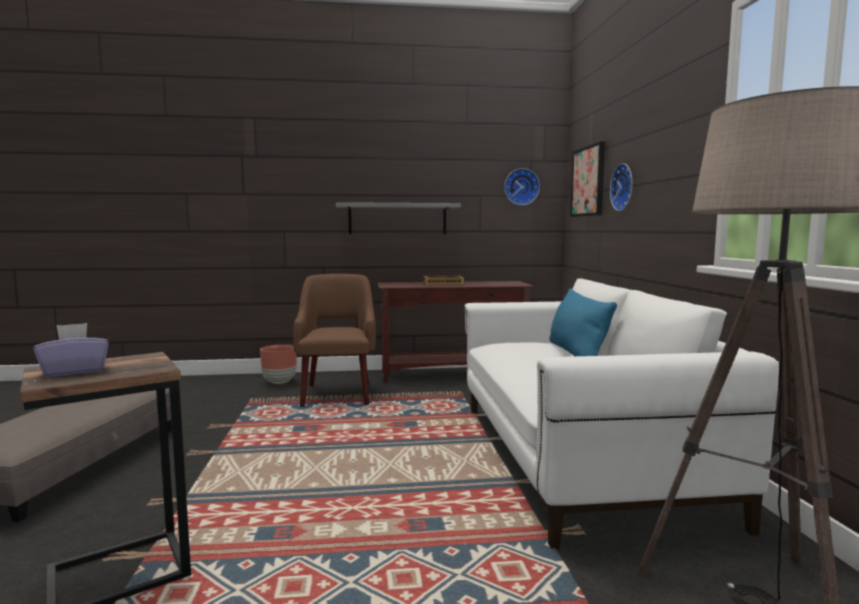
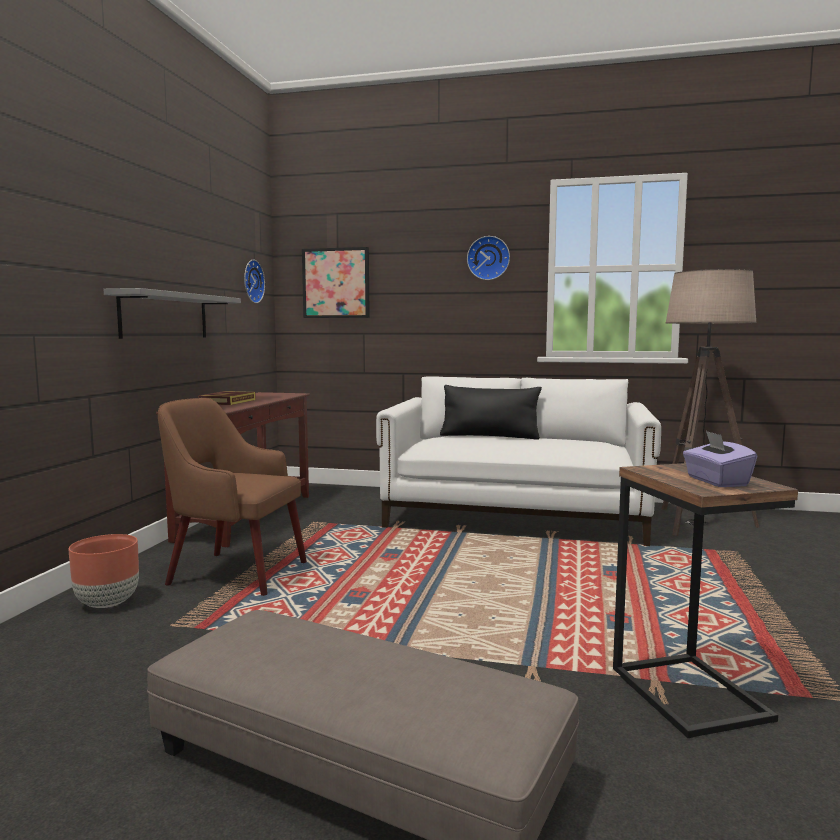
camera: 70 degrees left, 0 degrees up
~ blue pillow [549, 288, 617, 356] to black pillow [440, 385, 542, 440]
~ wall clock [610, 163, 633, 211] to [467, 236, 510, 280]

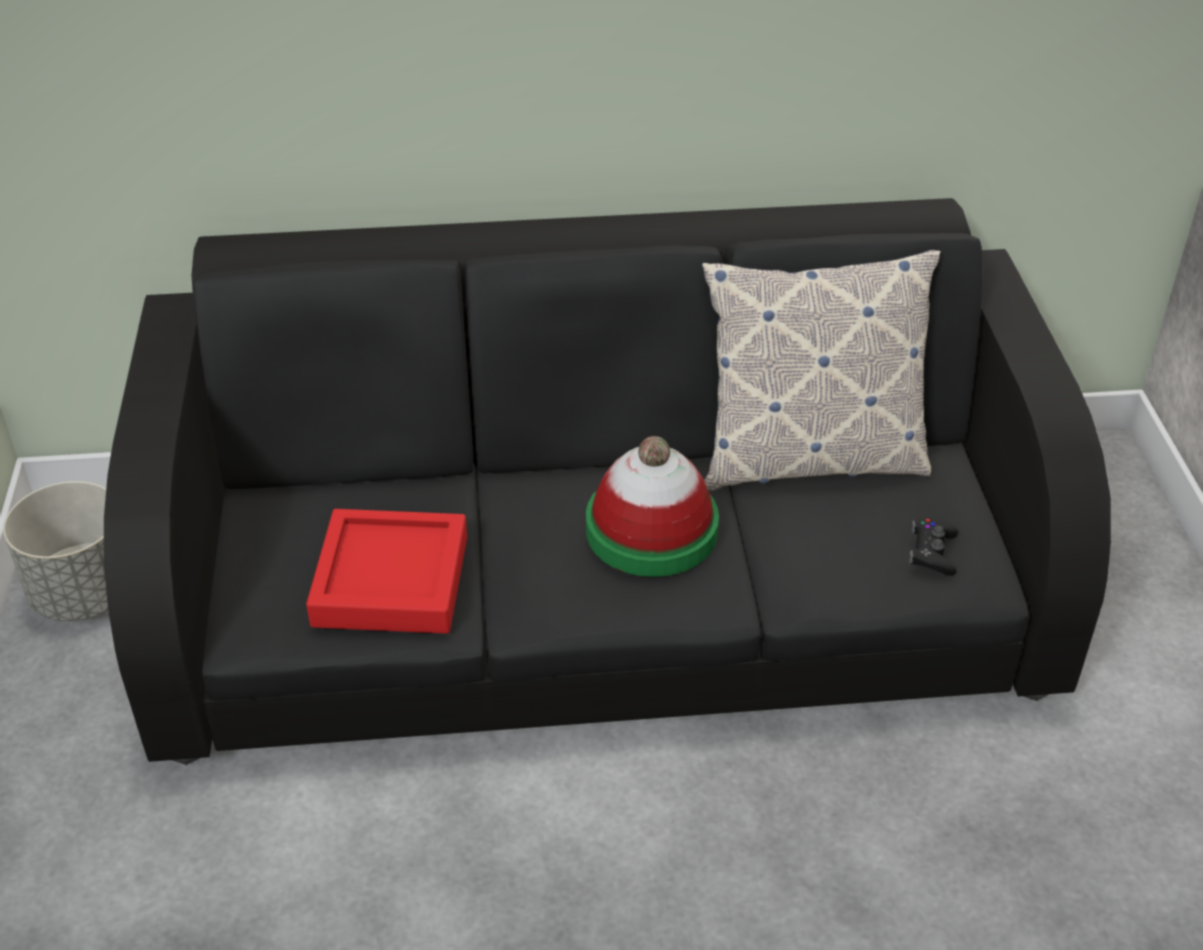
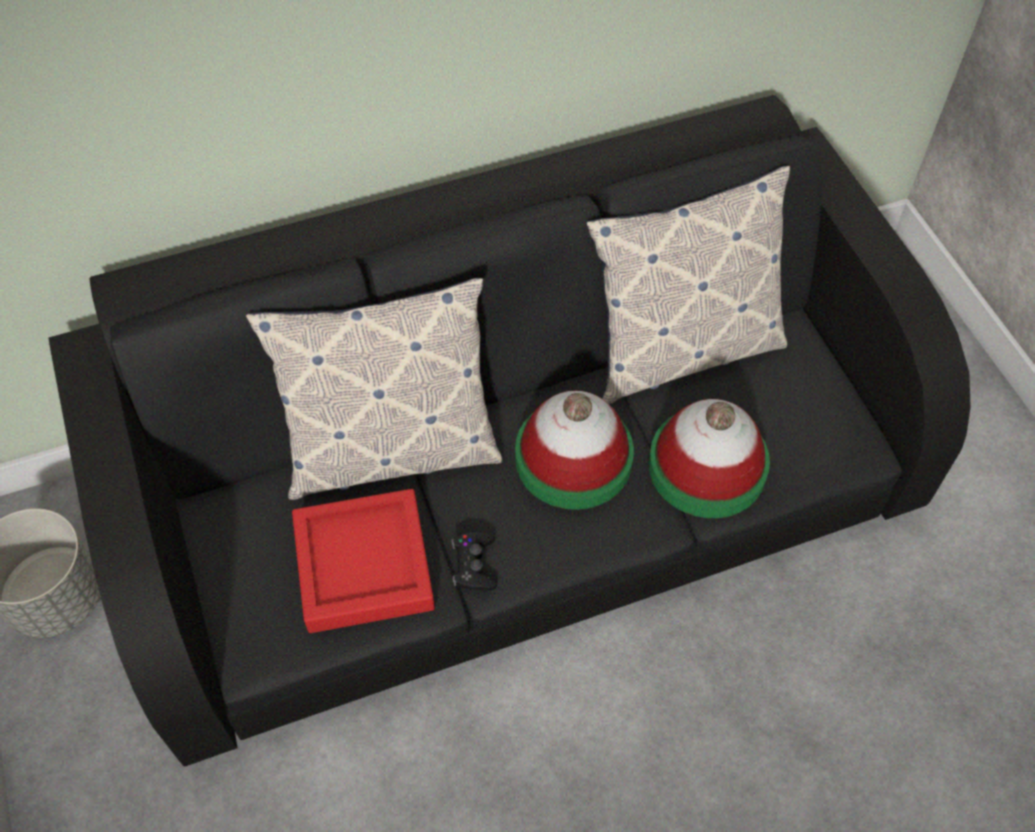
camera: 15 degrees left, 15 degrees up
+ pillow [246, 278, 502, 500]
~ black game controller [909, 518, 958, 576] to [451, 532, 497, 591]
+ hat [649, 399, 770, 518]

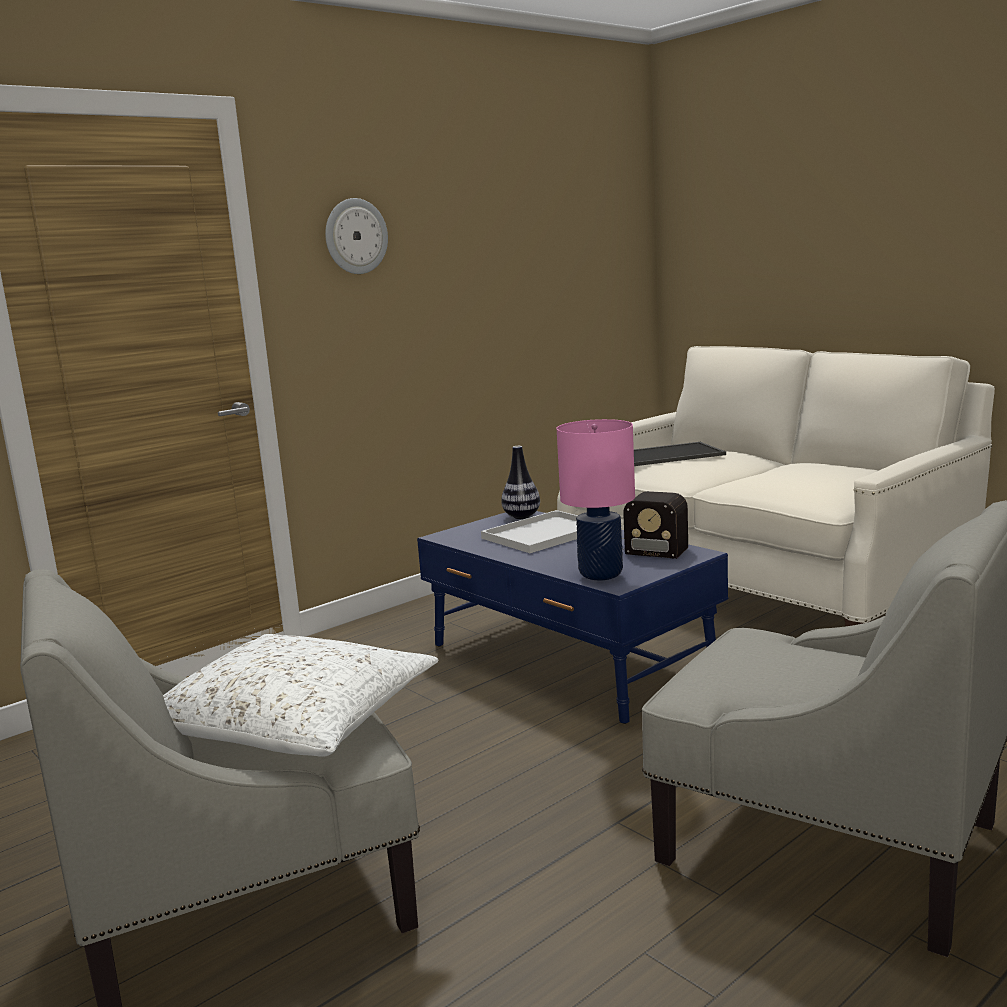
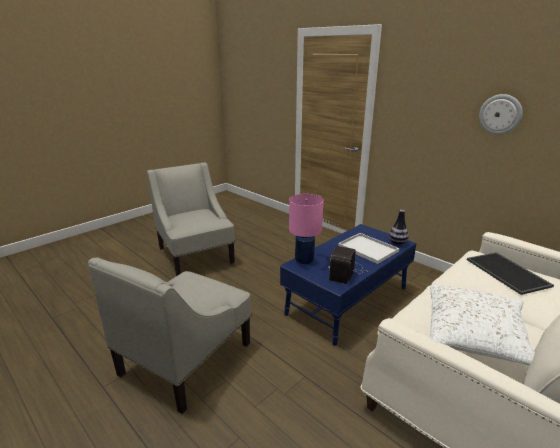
camera: 85 degrees right, 10 degrees up
~ white pillow [163, 634, 438, 757] to [430, 284, 535, 366]
~ wall clock [325, 198, 388, 274] to [479, 94, 523, 135]

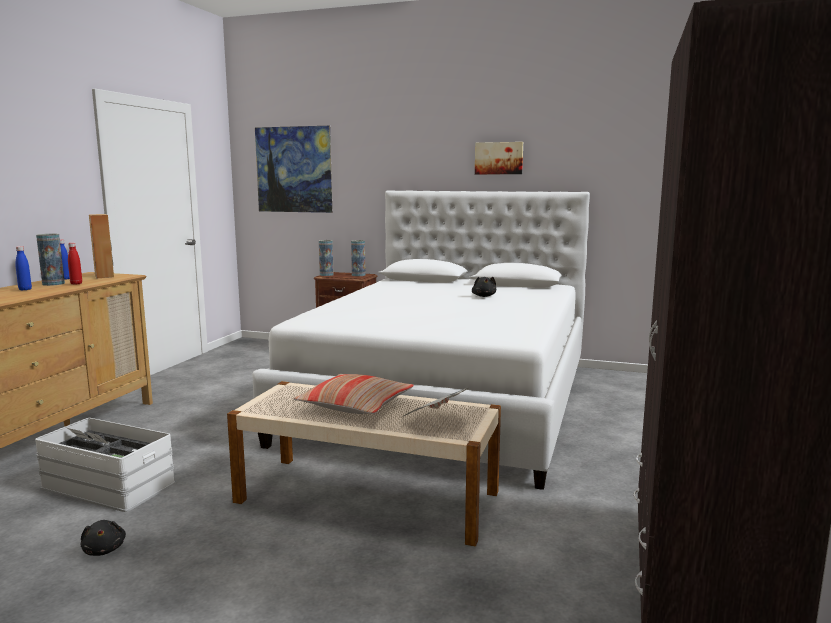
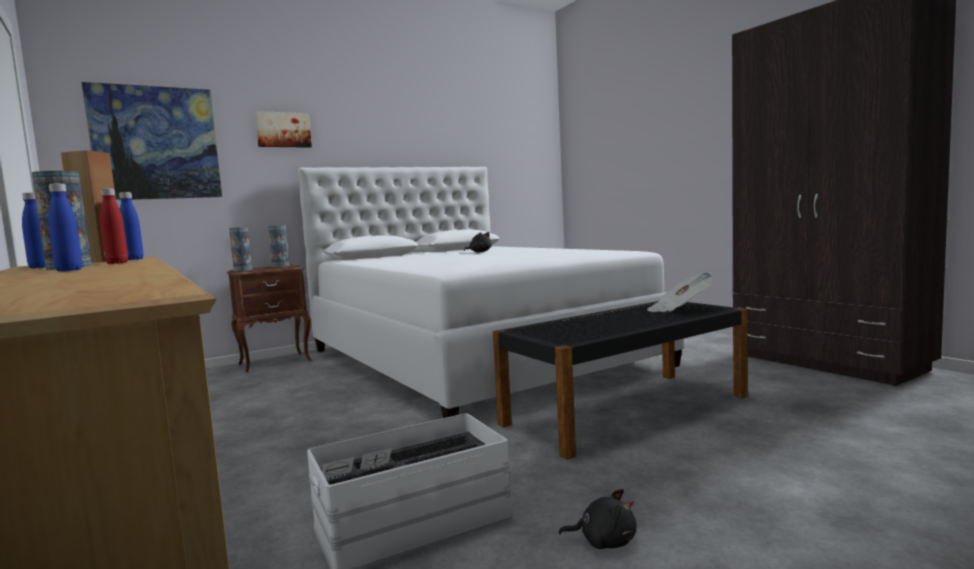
camera: 50 degrees left, 5 degrees down
+ blue bottle [119, 192, 144, 260]
~ picture [475, 142, 523, 174] to [255, 111, 312, 148]
~ beige bench [227, 381, 501, 547] to black bench [493, 301, 748, 460]
- pillow [293, 374, 414, 414]

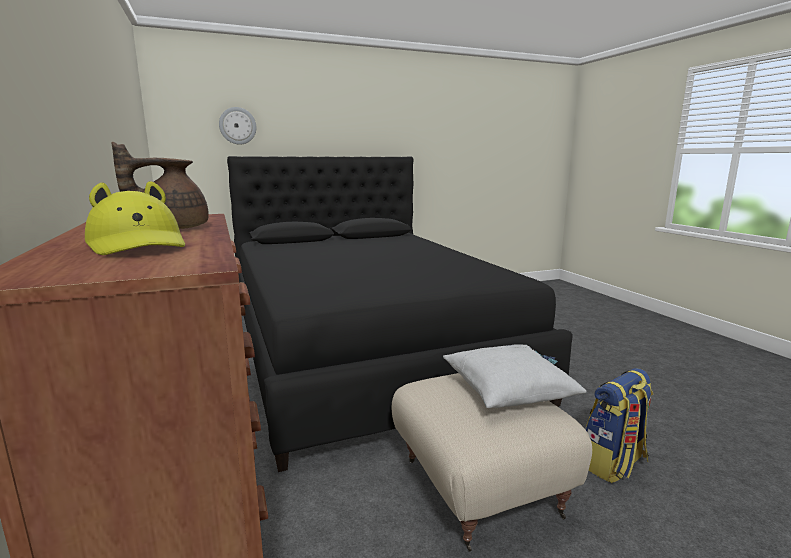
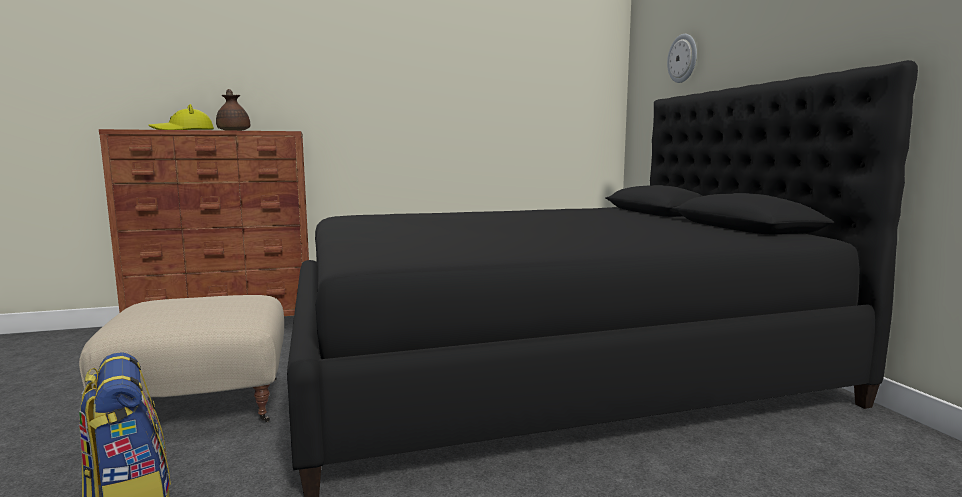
camera: 95 degrees right, 5 degrees down
- grey pillow [443, 344, 587, 408]

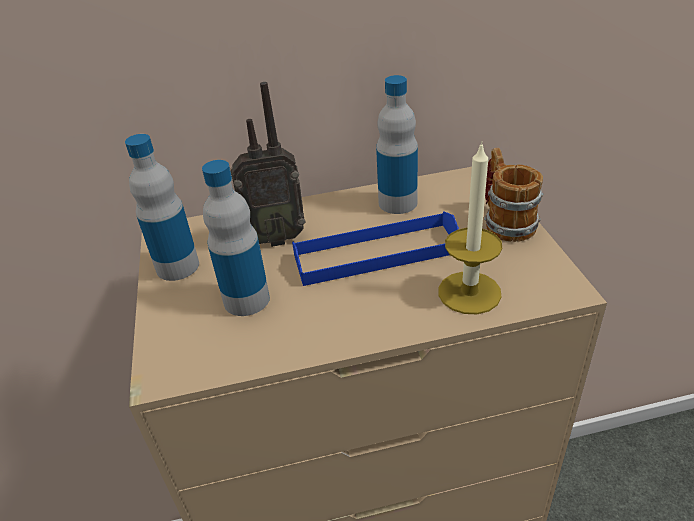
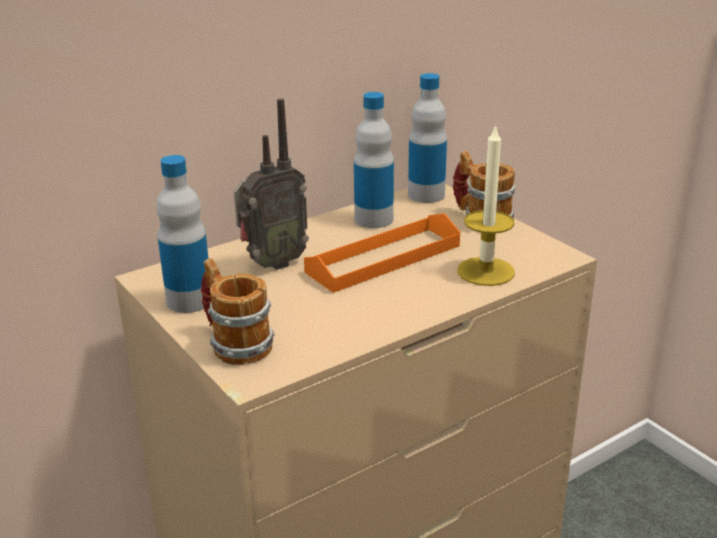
camera: 25 degrees left, 10 degrees down
+ mug [201, 258, 275, 365]
~ blue tray [292, 211, 459, 286] to orange tray [304, 213, 460, 293]
~ bottle [202, 160, 270, 316] to [408, 73, 447, 203]

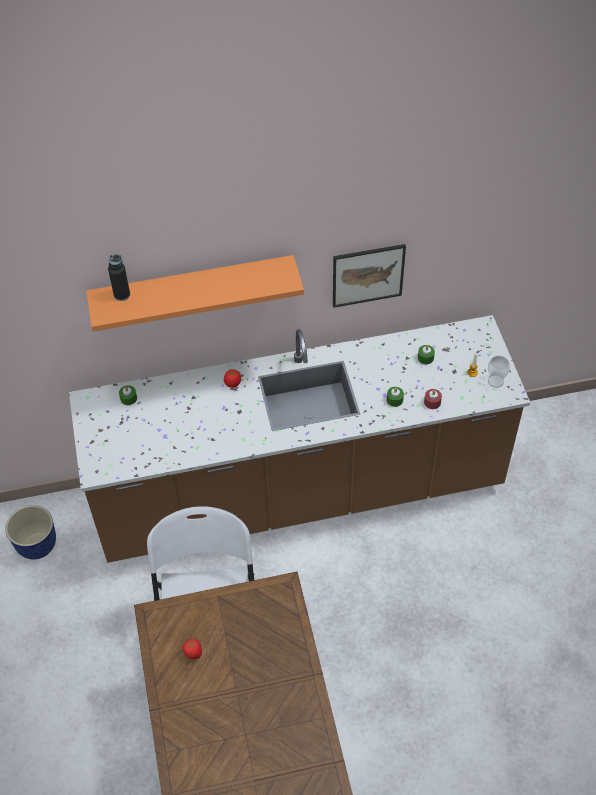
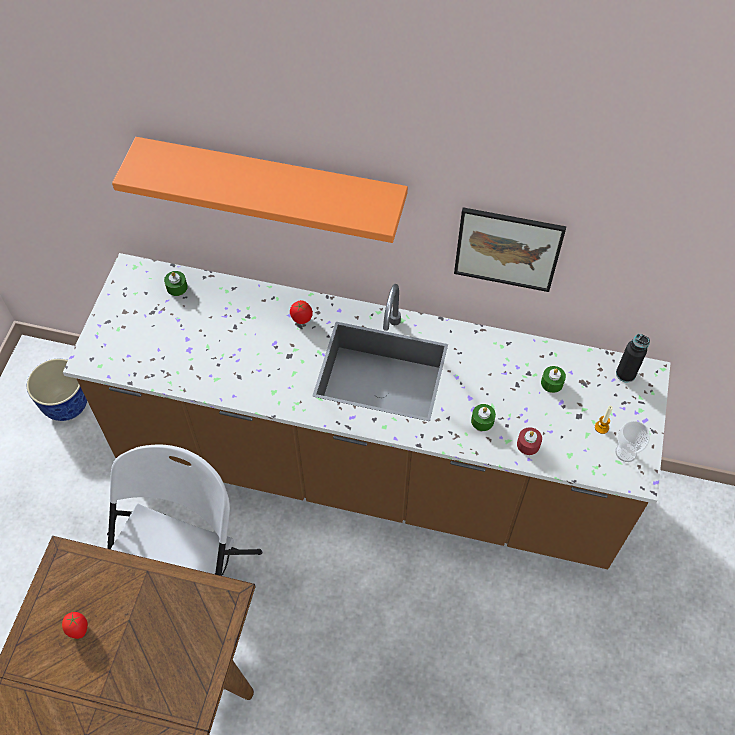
camera: 25 degrees right, 5 degrees up
~ black bottle [108, 254, 130, 301] to [616, 334, 650, 382]

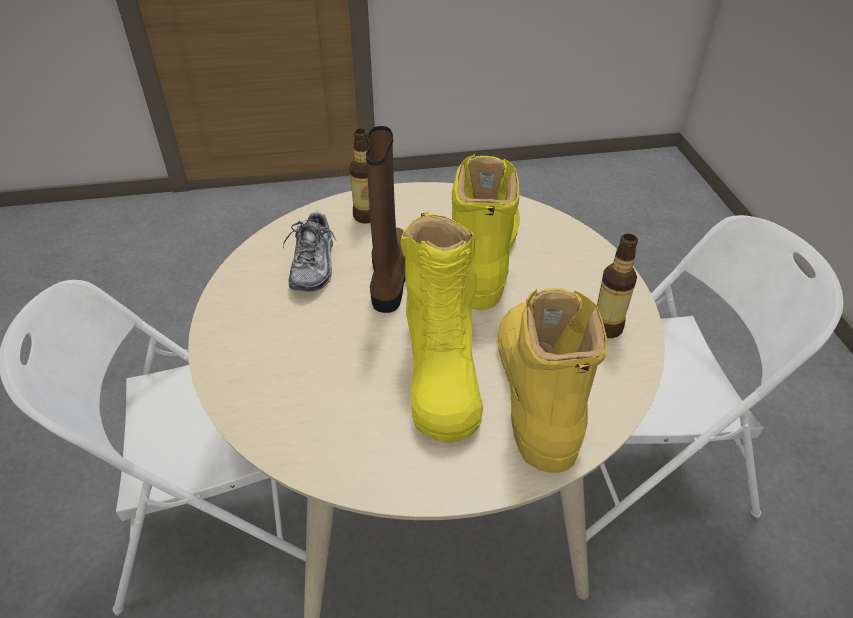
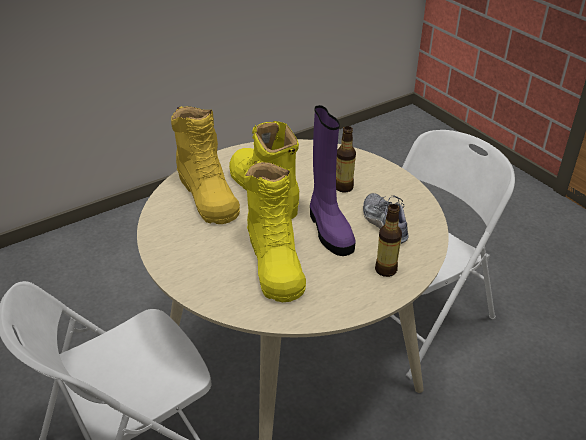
camera: 155 degrees right, 5 degrees down
~ brown boot [366, 126, 406, 313] to purple boot [310, 105, 355, 256]
~ bottle [597, 234, 638, 338] to [336, 126, 356, 193]

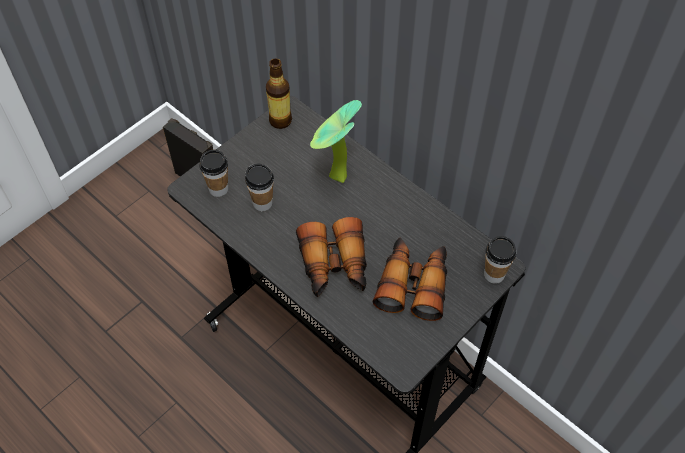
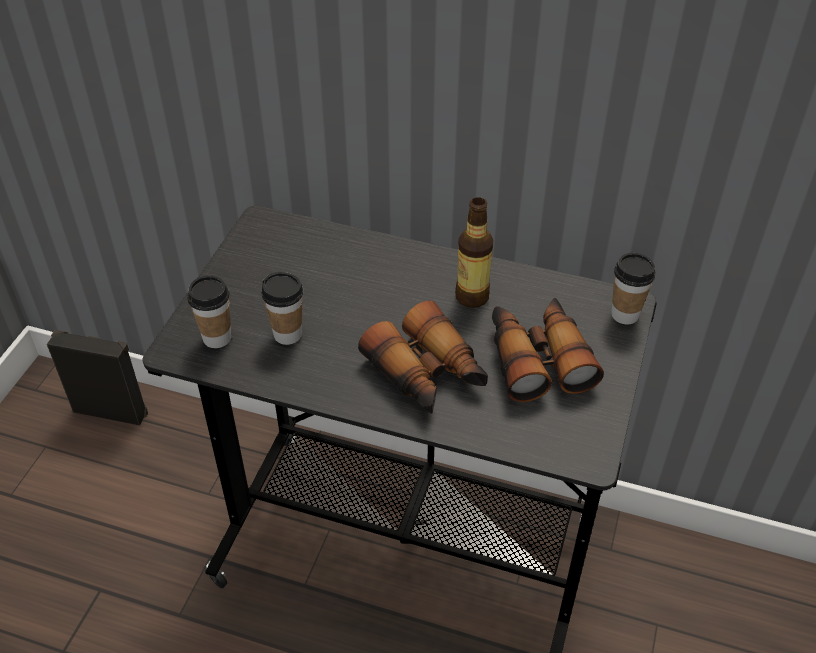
camera: 25 degrees left, 10 degrees down
~ bottle [266, 59, 292, 129] to [455, 197, 494, 308]
- potted plant [310, 100, 362, 183]

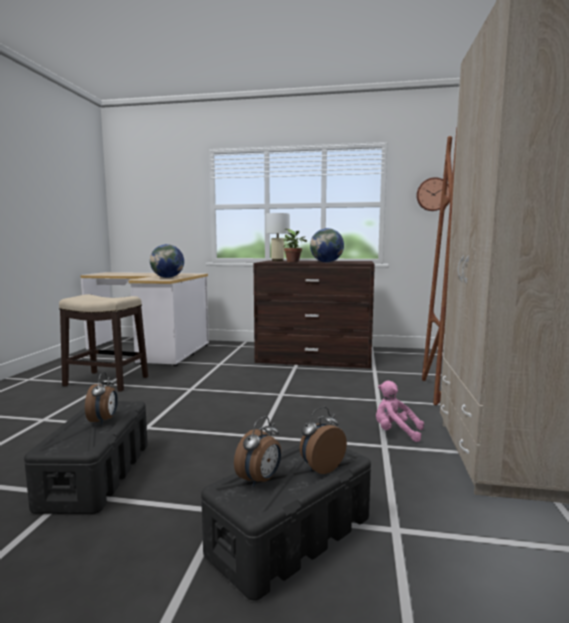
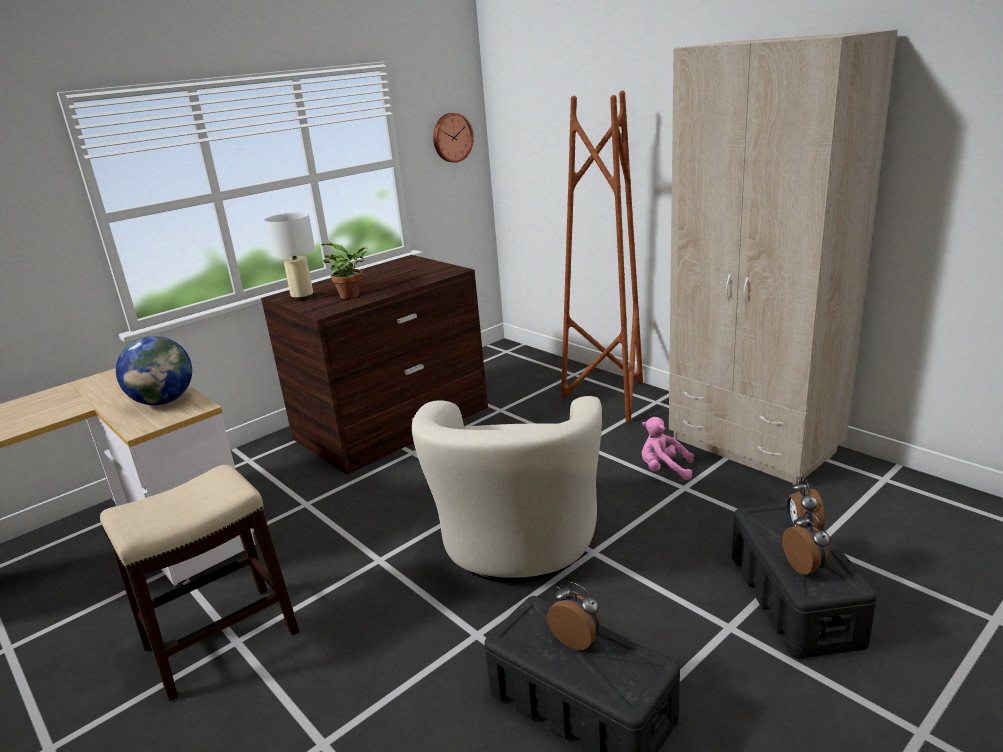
camera: 50 degrees left, 15 degrees up
+ beige armchair [412, 396, 602, 584]
~ pink plush toy [376, 381, 424, 442] = [642, 417, 694, 480] 45 degrees clockwise
- globe [310, 228, 344, 262]

